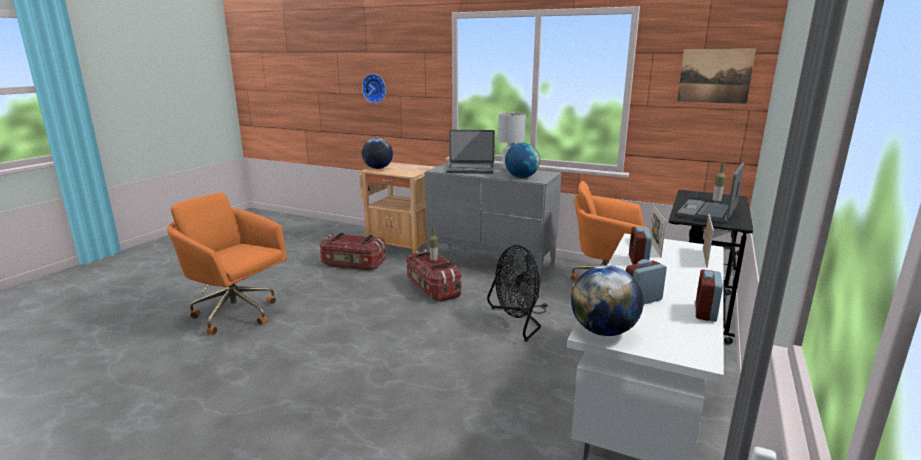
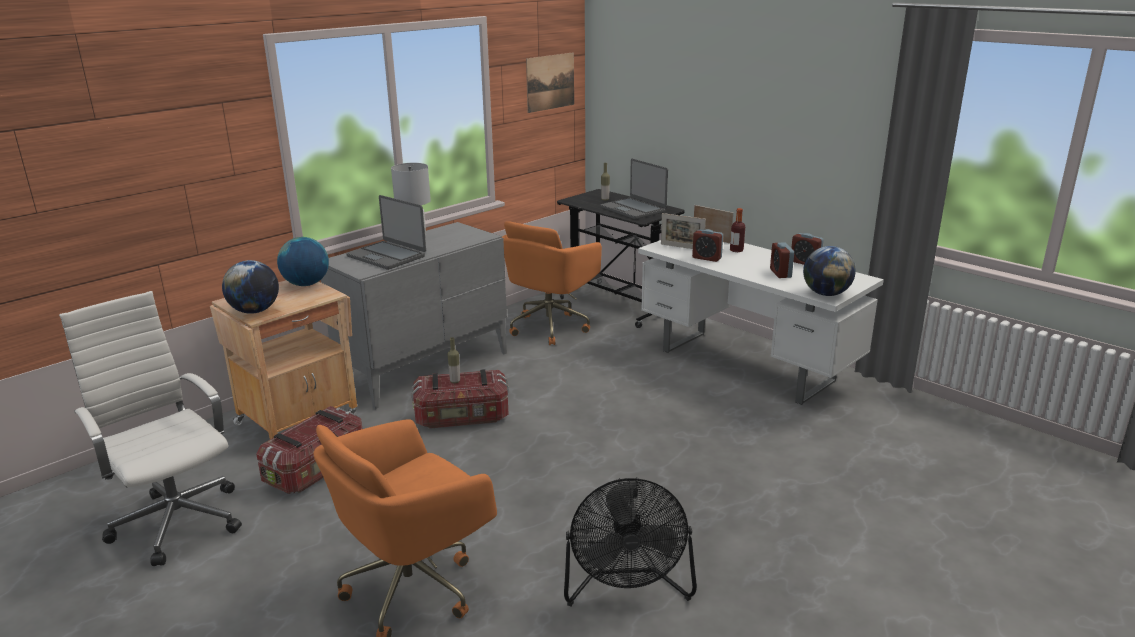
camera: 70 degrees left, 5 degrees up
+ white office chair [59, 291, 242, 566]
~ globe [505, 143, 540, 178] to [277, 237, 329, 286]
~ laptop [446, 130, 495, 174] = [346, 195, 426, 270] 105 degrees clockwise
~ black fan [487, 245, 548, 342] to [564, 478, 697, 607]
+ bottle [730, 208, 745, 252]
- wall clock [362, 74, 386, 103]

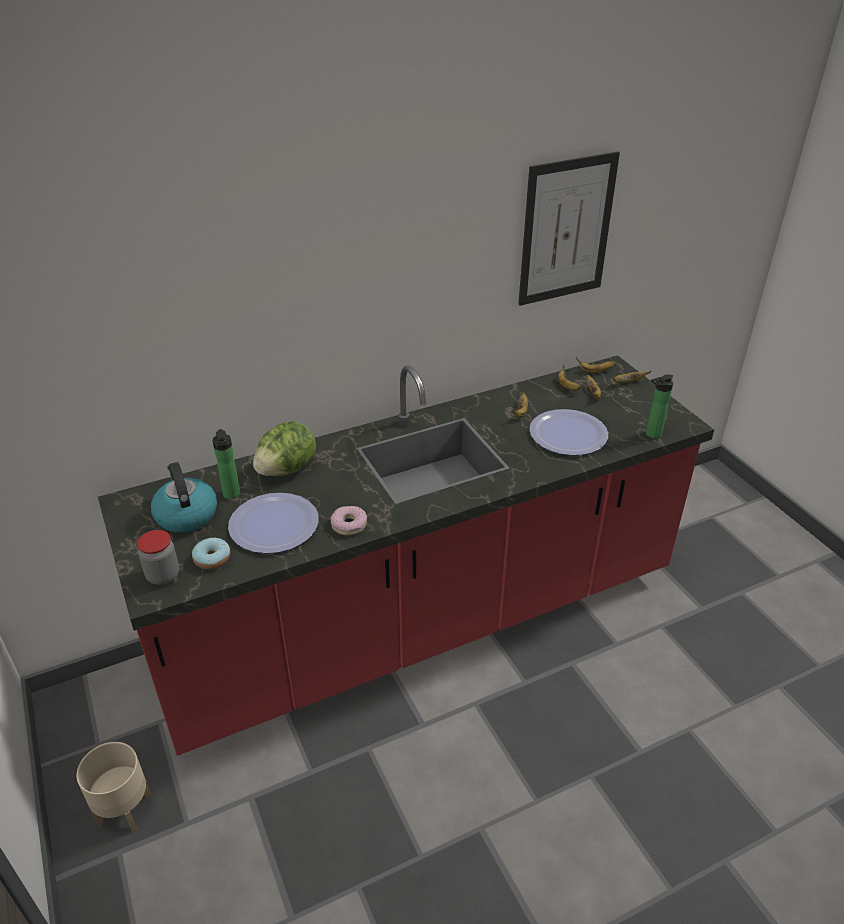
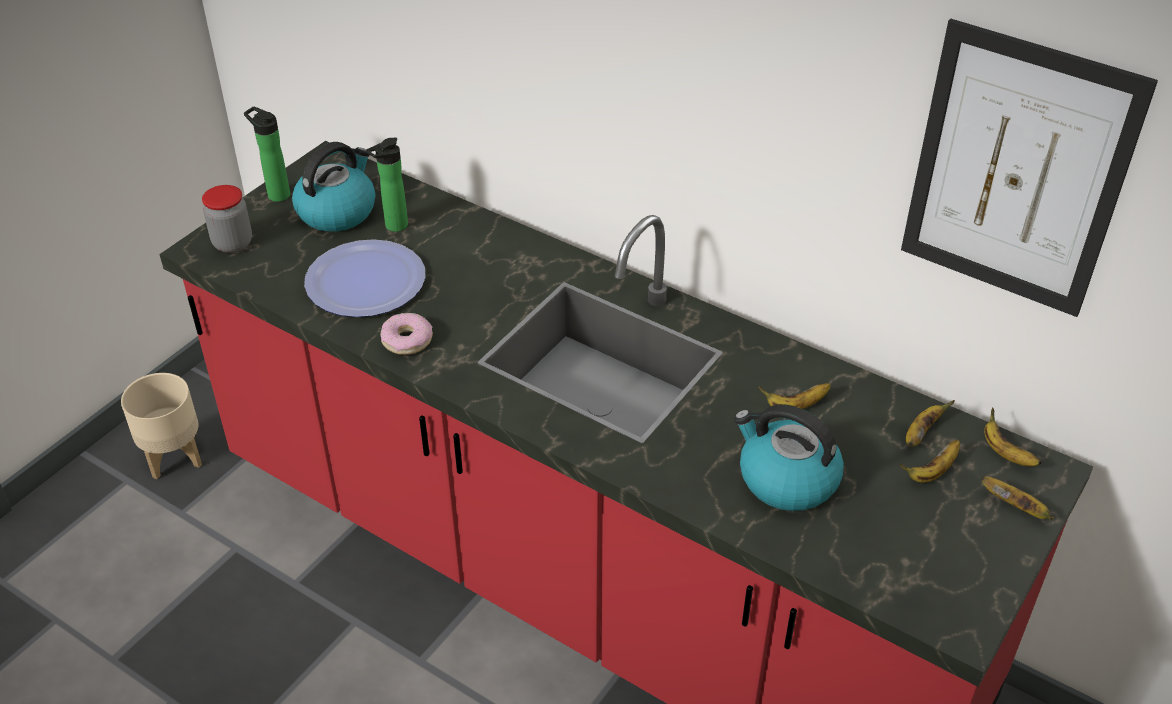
camera: 60 degrees right, 5 degrees up
~ bottle [646, 374, 673, 439] to [244, 107, 290, 202]
~ plate [529, 409, 608, 455] to kettle [734, 404, 844, 511]
- donut [192, 538, 231, 569]
- lettuce [253, 421, 316, 476]

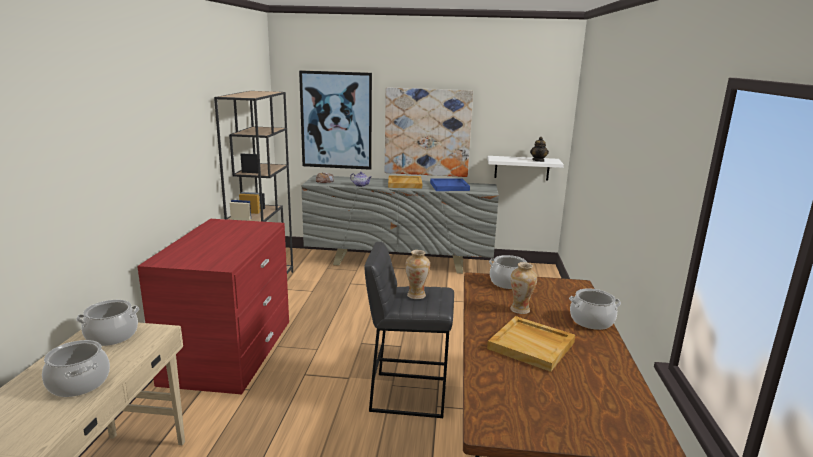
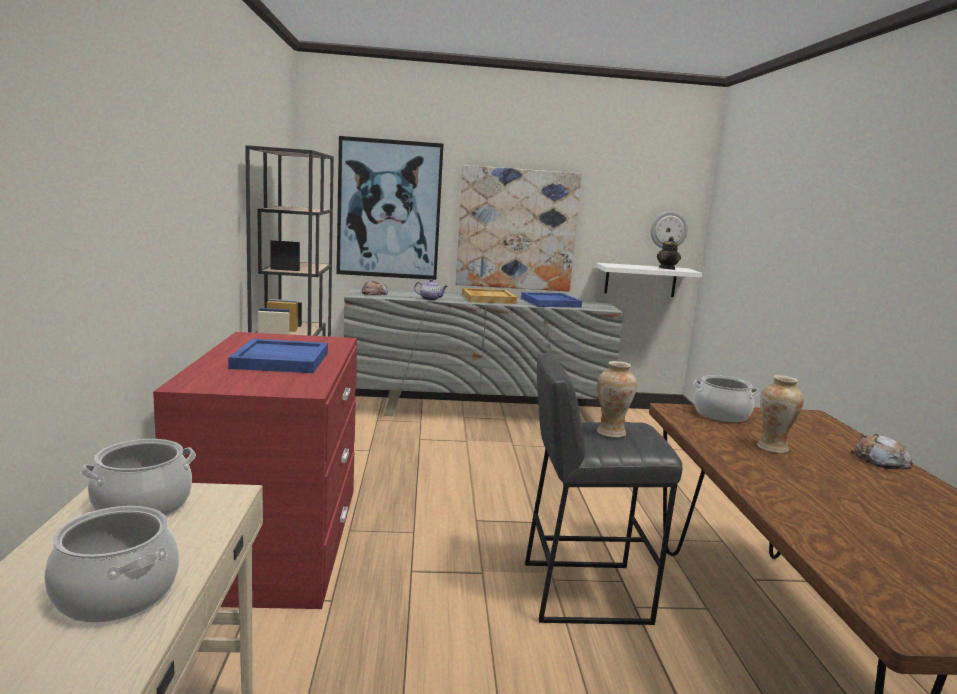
camera: 10 degrees left, 5 degrees down
+ blue tray [228, 339, 328, 373]
+ wall clock [651, 211, 688, 249]
~ cooking pot [569, 288, 621, 330] to bread [851, 434, 913, 469]
- beige tray [487, 316, 575, 372]

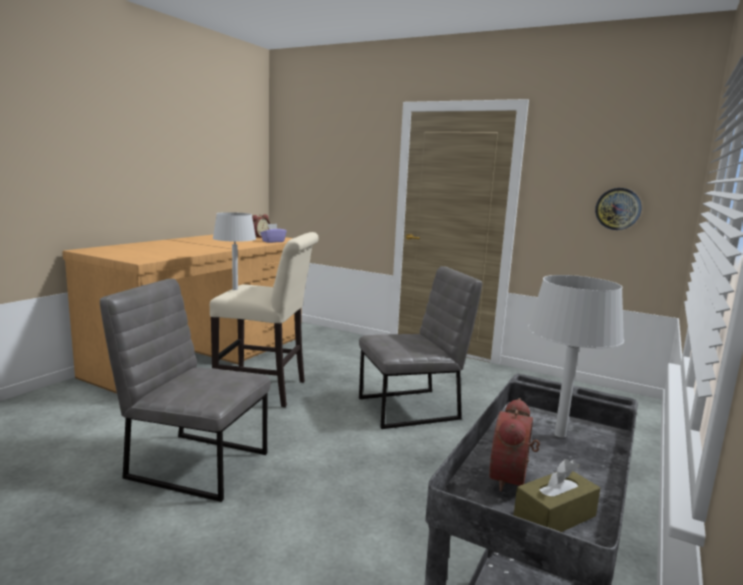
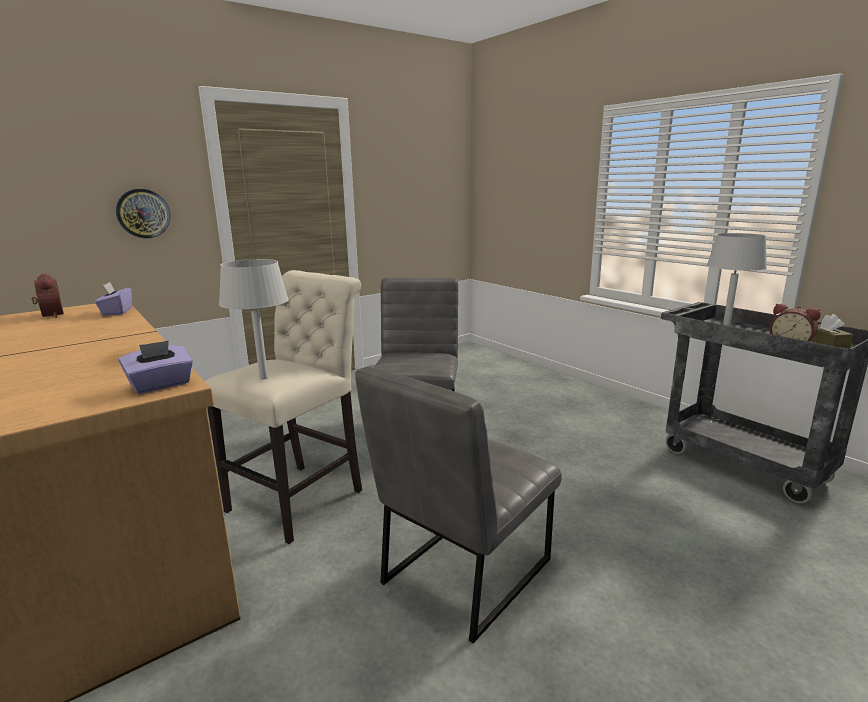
camera: 65 degrees left, 5 degrees up
~ wall clock [595, 188, 642, 230] to [116, 189, 171, 238]
+ purple tissue box [119, 340, 193, 394]

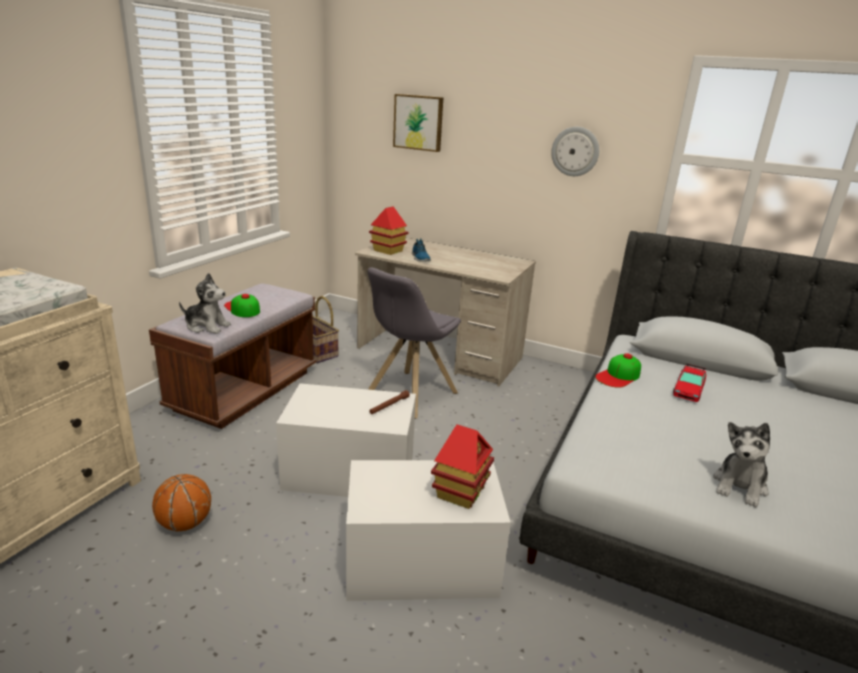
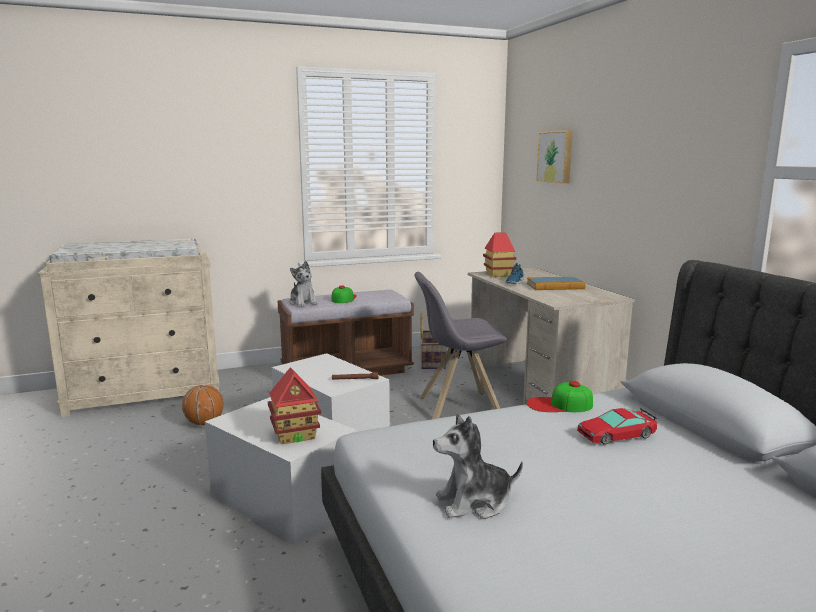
camera: 45 degrees right, 10 degrees down
+ book [527, 277, 585, 290]
- wall clock [551, 127, 599, 176]

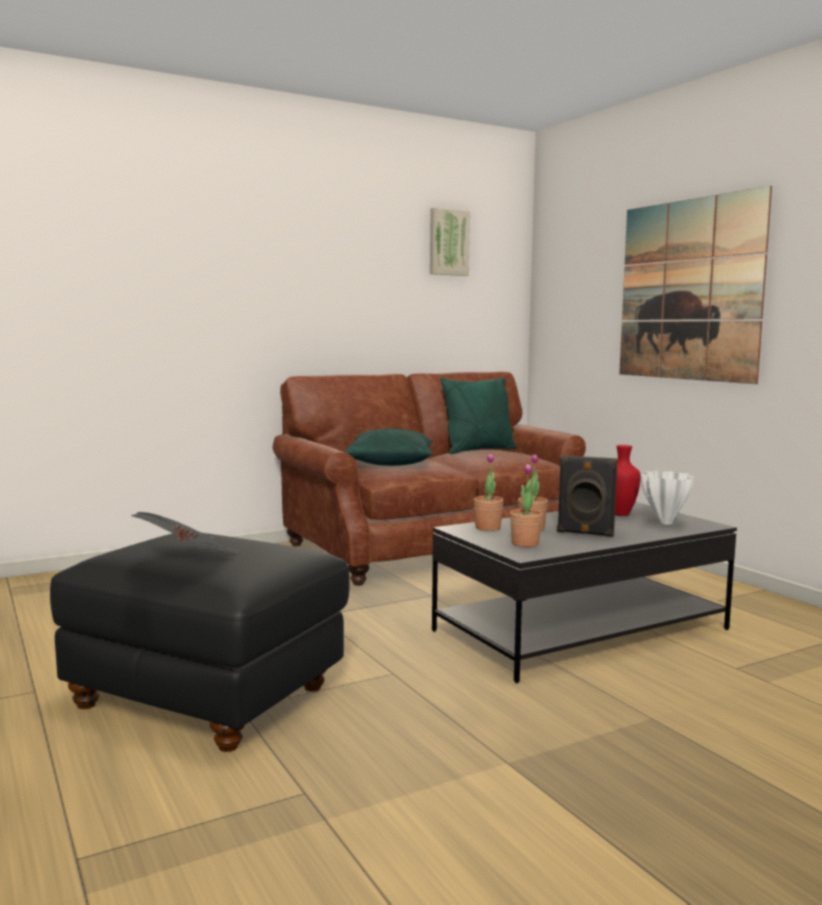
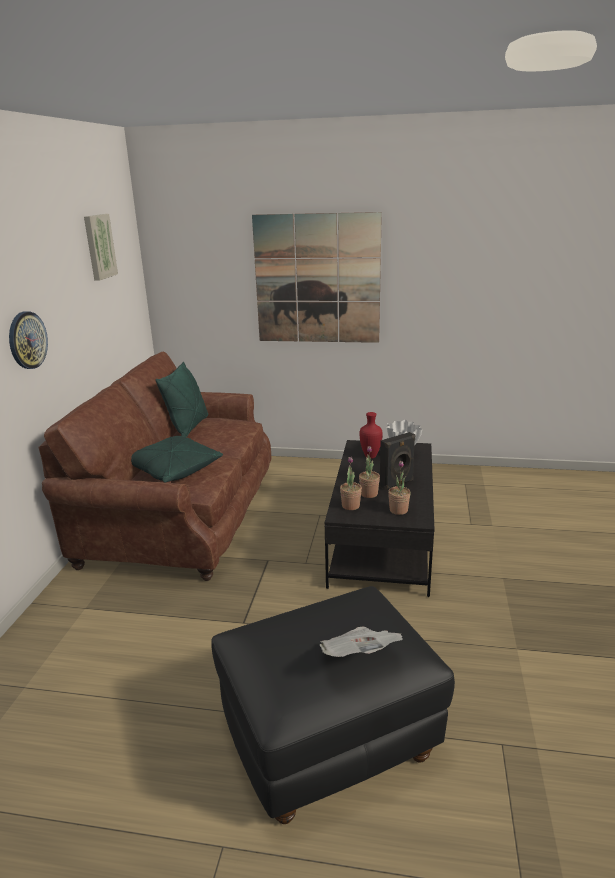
camera: 50 degrees left, 15 degrees up
+ wall clock [9, 312, 48, 369]

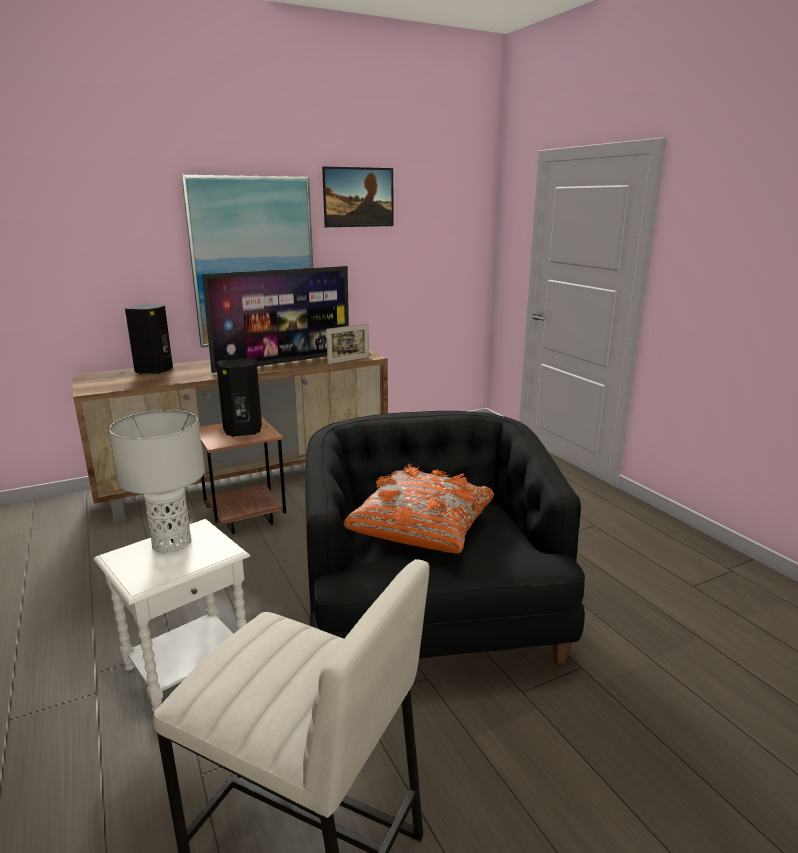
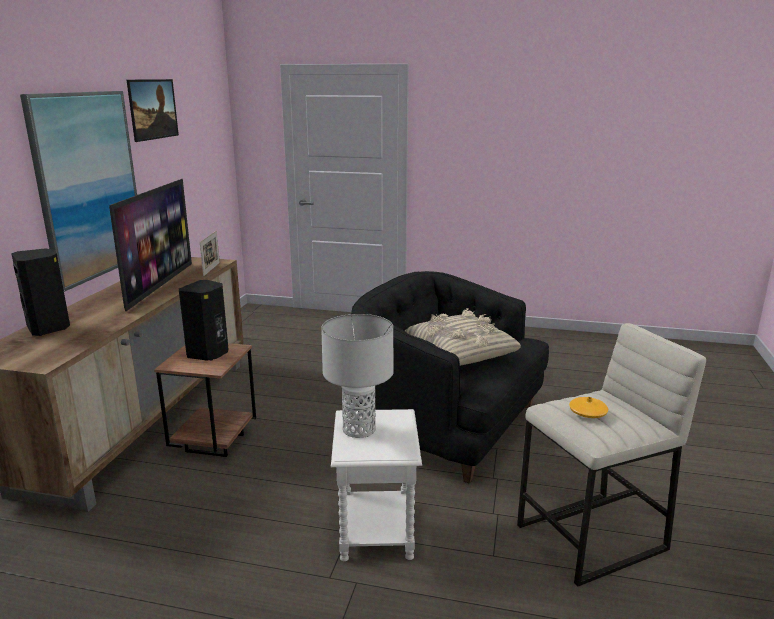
camera: 50 degrees left, 0 degrees up
~ orange pillow [343, 464, 494, 553] to beige pillow [405, 308, 521, 366]
+ orange vase [569, 397, 609, 418]

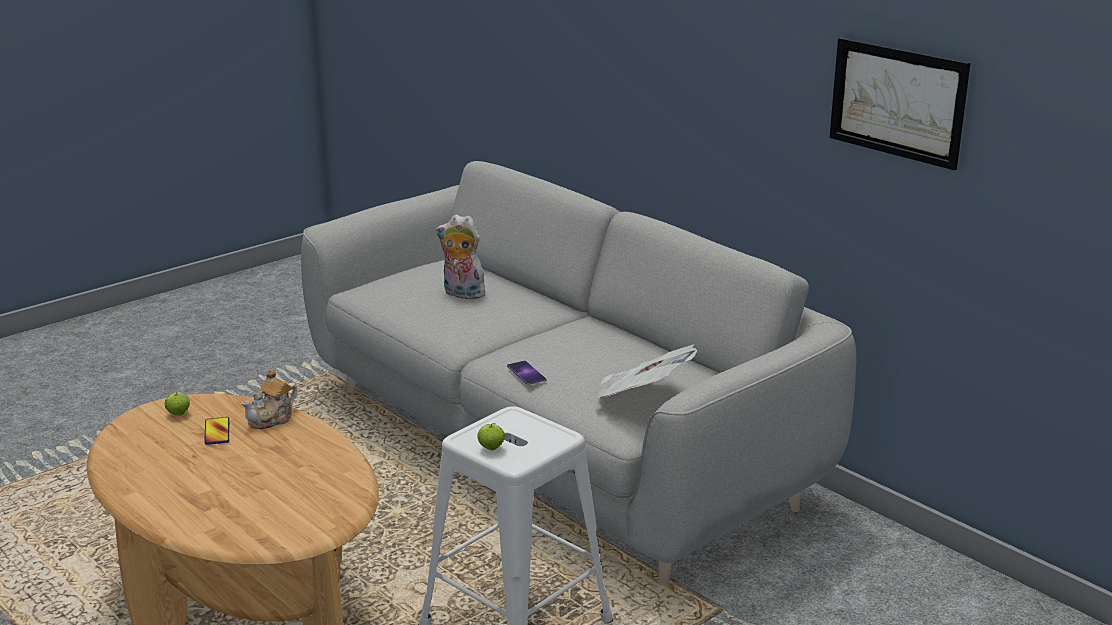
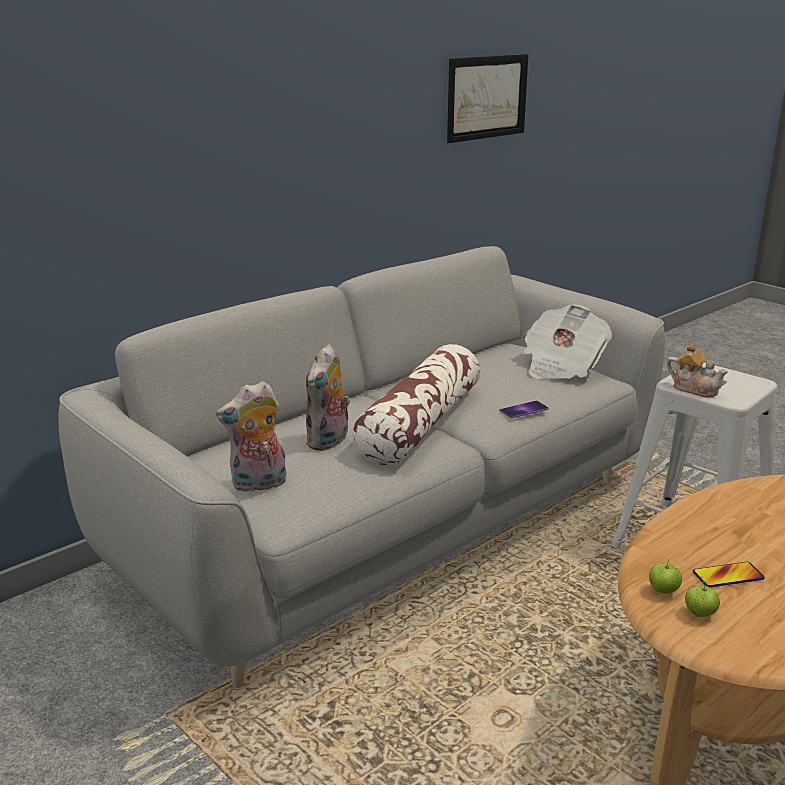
camera: 90 degrees left, 0 degrees up
+ plush toy [216, 381, 287, 492]
+ pillow [352, 344, 481, 465]
~ apple [477, 423, 505, 451] to [649, 559, 682, 594]
~ teapot [242, 370, 298, 429] to [667, 343, 728, 398]

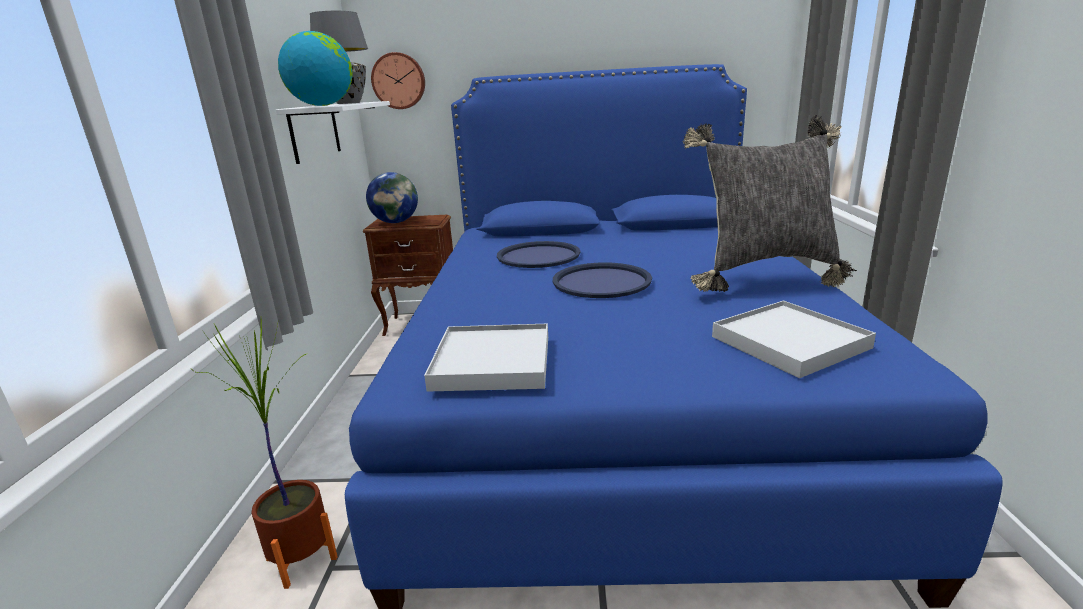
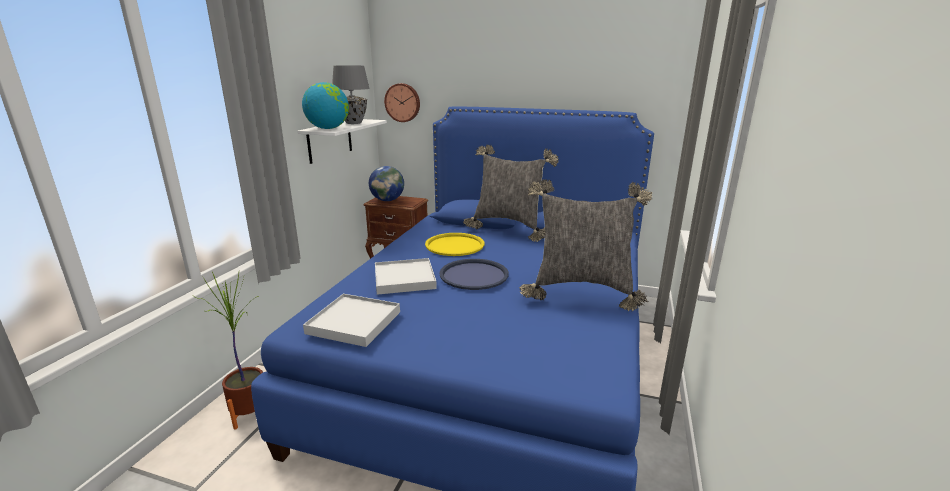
camera: 15 degrees right, 0 degrees up
~ white tray [712, 300, 876, 378] to [375, 258, 437, 295]
~ blue tray [497, 241, 580, 268] to yellow tray [425, 233, 484, 256]
+ pillow [463, 144, 559, 242]

